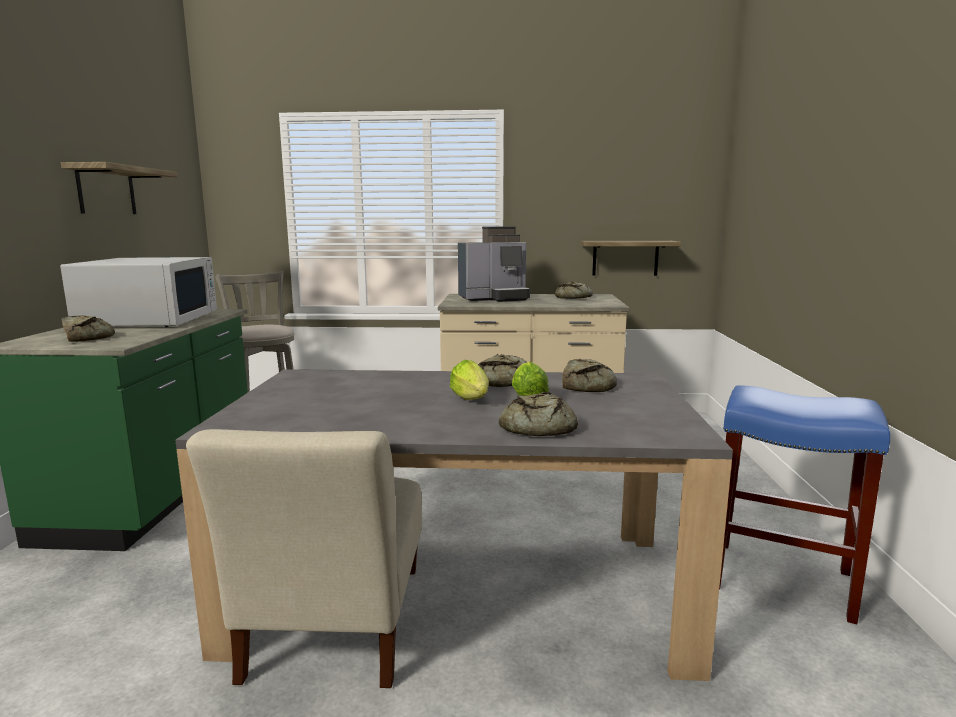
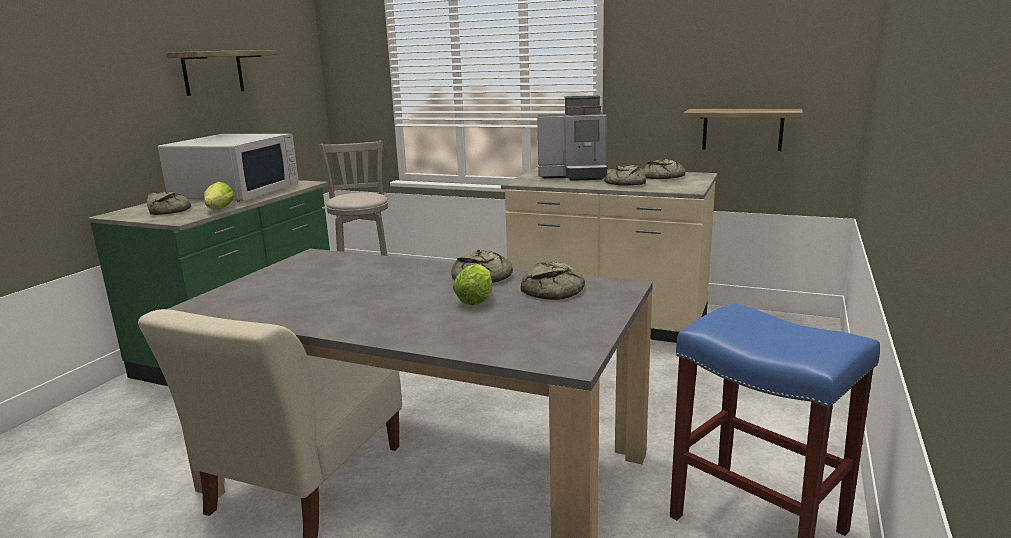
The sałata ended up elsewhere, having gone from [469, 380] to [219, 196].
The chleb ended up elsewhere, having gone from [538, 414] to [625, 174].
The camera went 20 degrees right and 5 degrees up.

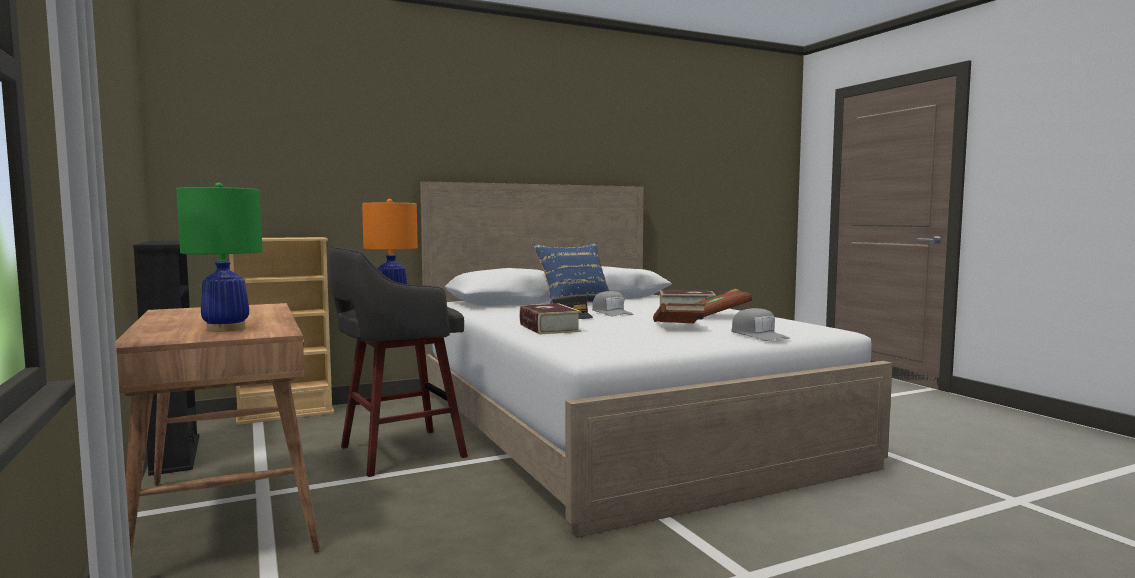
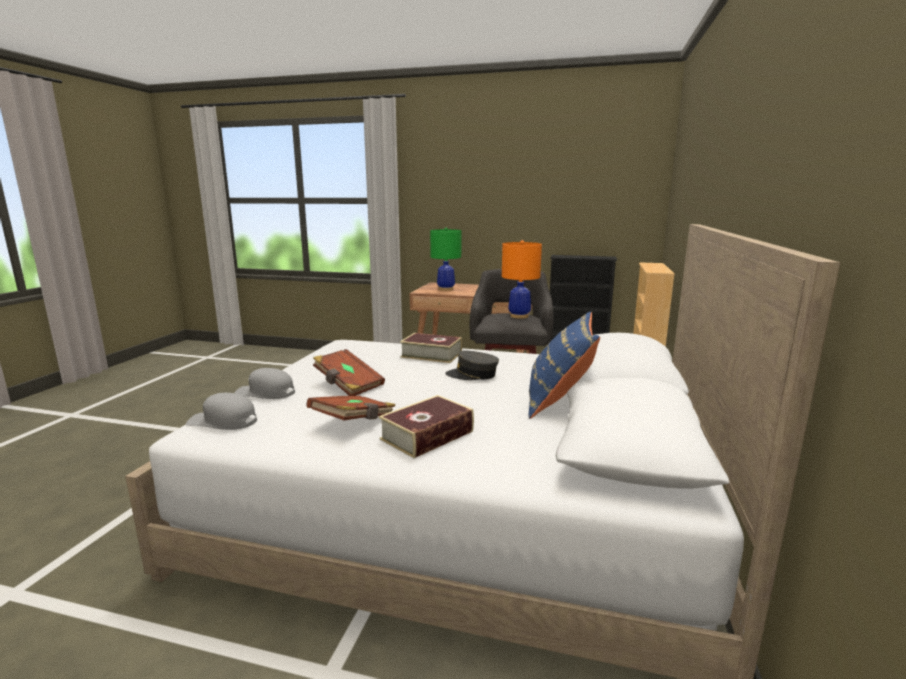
The czapka z daszkiem [szary] ended up elsewhere, having gone from [613, 303] to [221, 411].
The camera went 130 degrees right and 10 degrees up.

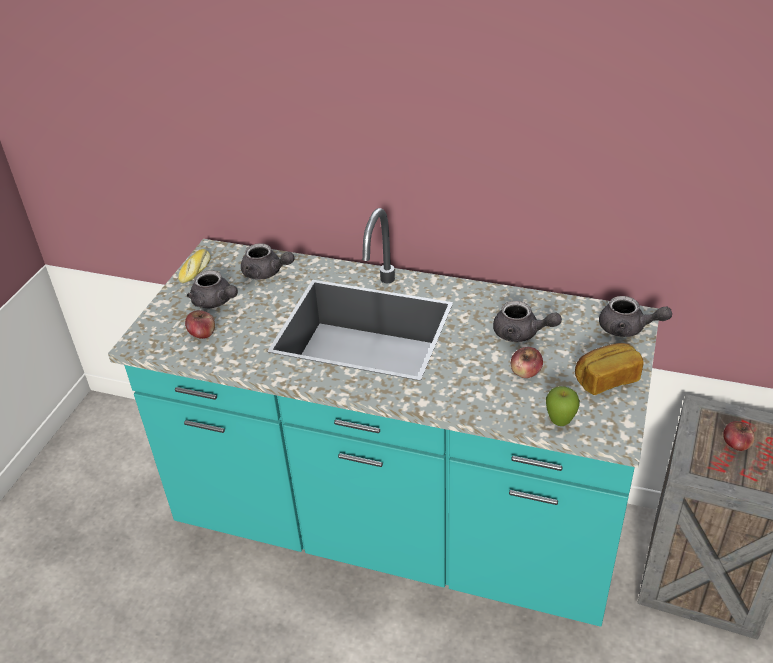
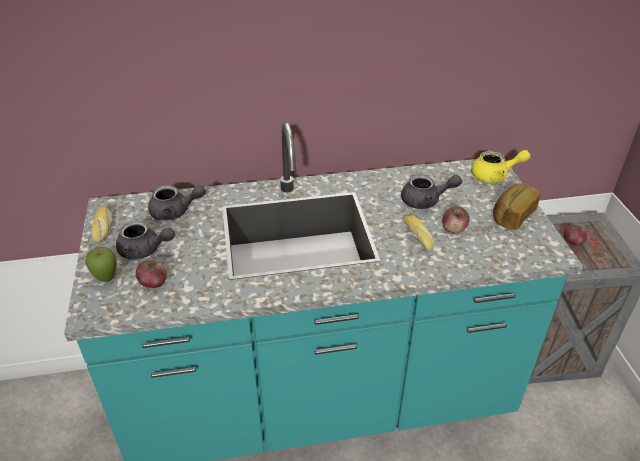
What was the imbryk [szary] at [635, 316] turned into the imbryk [żółty] at [501, 166].
The jabłko ended up elsewhere, having gone from [563, 406] to [101, 264].
The second view gained the chleb at [418, 233].
The camera went 30 degrees left and 0 degrees up.

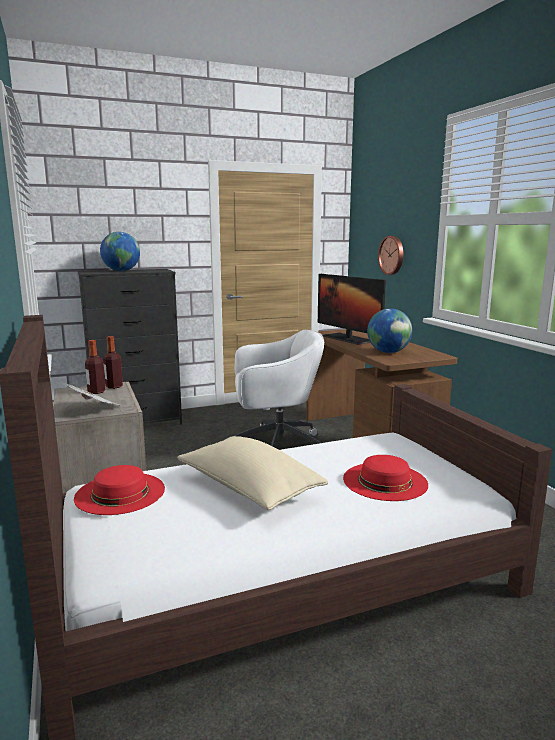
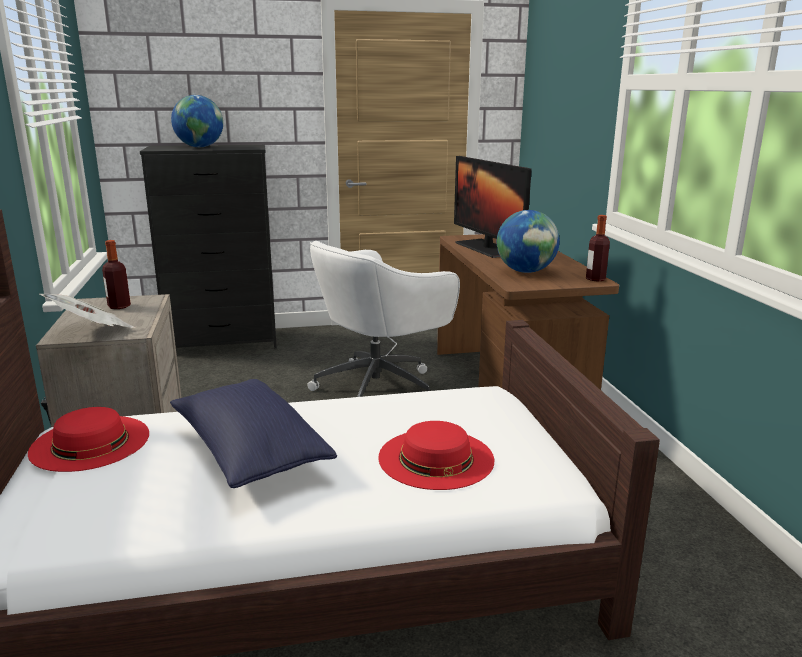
The second view lost the zegar ścienny at [390, 255].
The krzesło biurowe [biały] at [279, 388] ended up facing another way, 135 degrees clockwise from before.
The butelka ended up elsewhere, having gone from [113, 362] to [598, 248].
What was the poduszka [beżowy] at [252, 473] turned into the poduszka [niebieski] at [253, 433].
The camera went 10 degrees right and 5 degrees up.

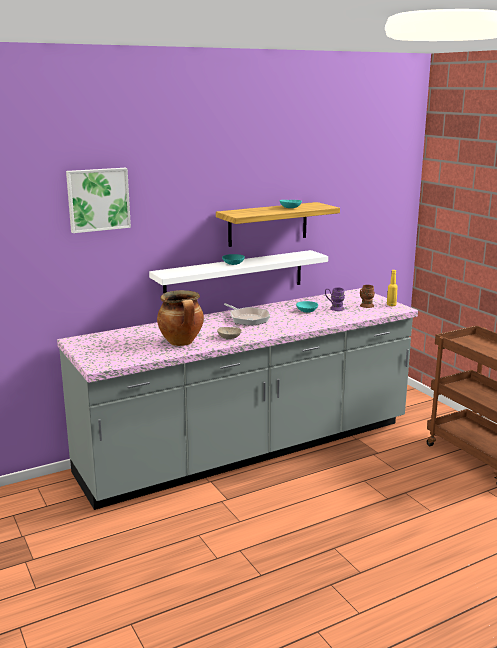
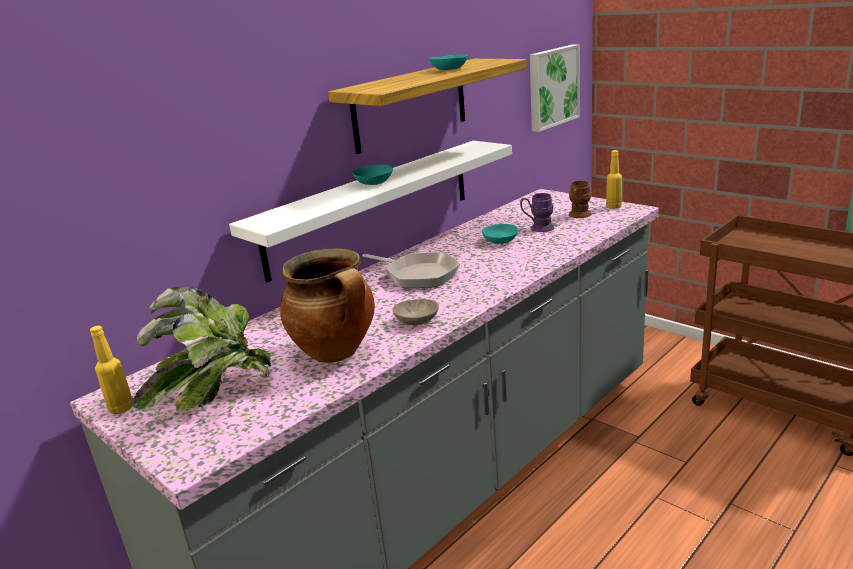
The obraz ended up elsewhere, having gone from [98, 200] to [555, 88].
The second view gained the roślina doniczkowa at [201, 349].
The second view gained the butelka [żółty] at [111, 370].
The camera went 15 degrees left and 5 degrees up.

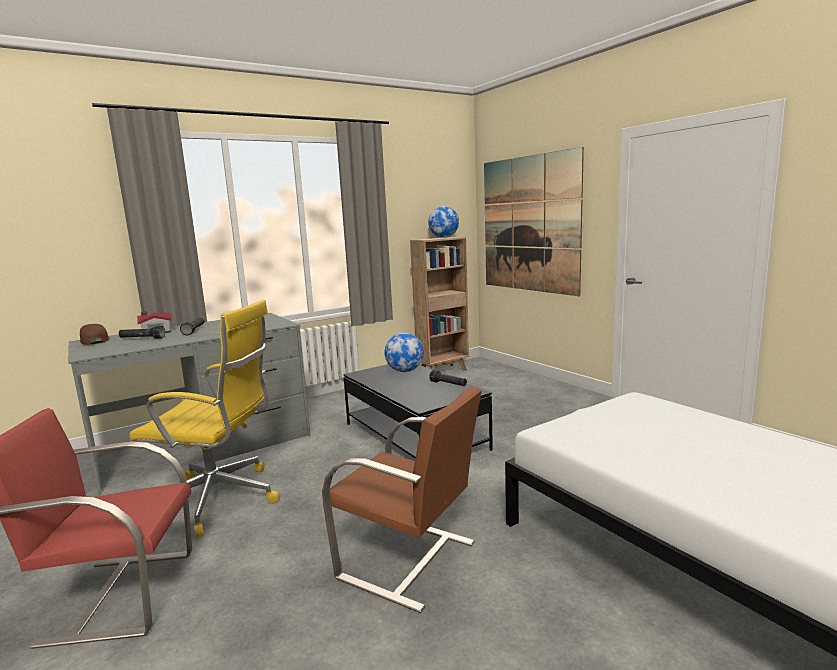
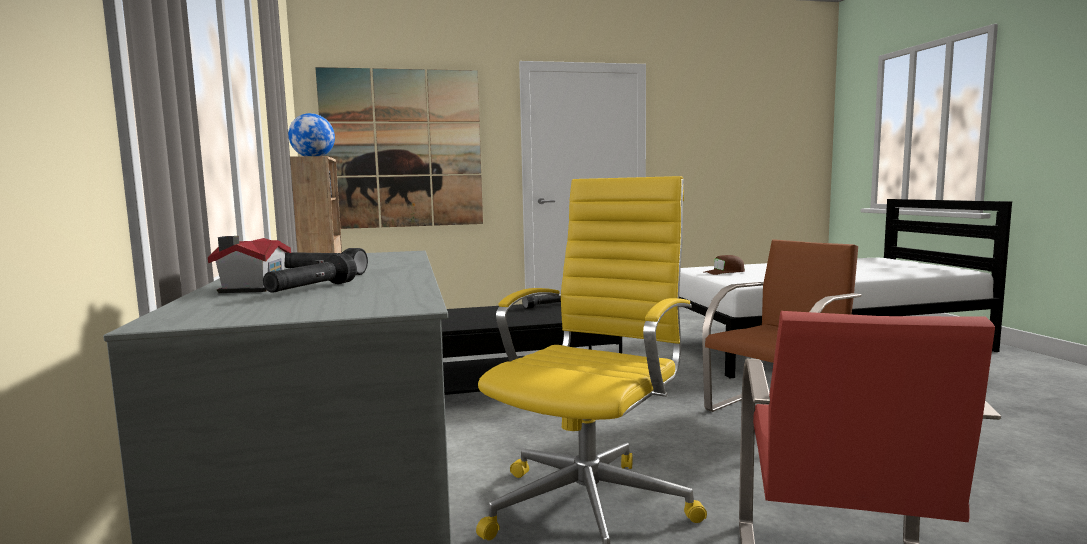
The czapka z daszkiem [brązowy] ended up elsewhere, having gone from [94, 334] to [725, 265].
The second view lost the globus at [404, 352].
The camera went 70 degrees left and 5 degrees down.

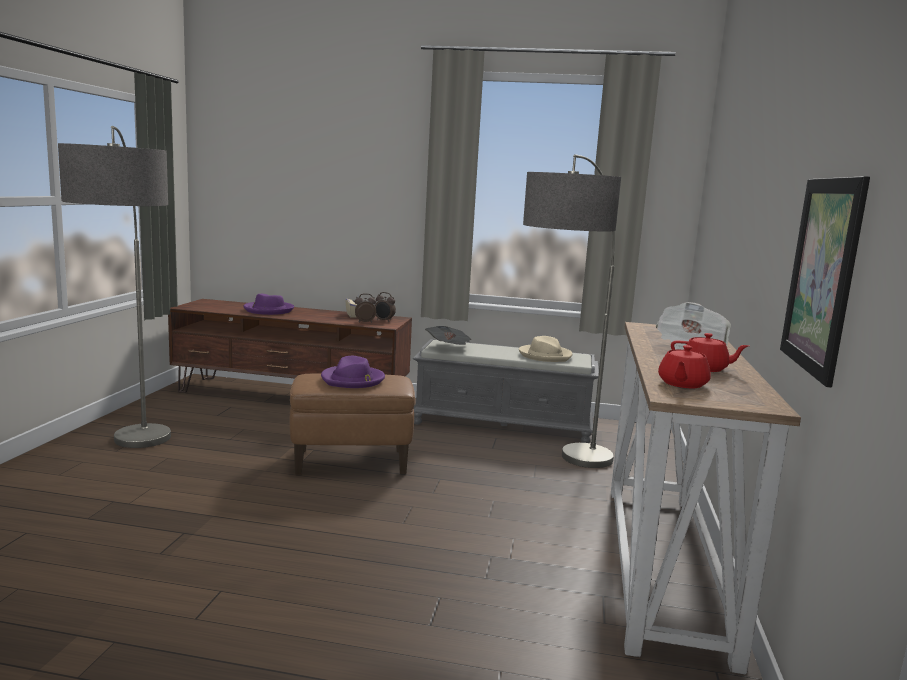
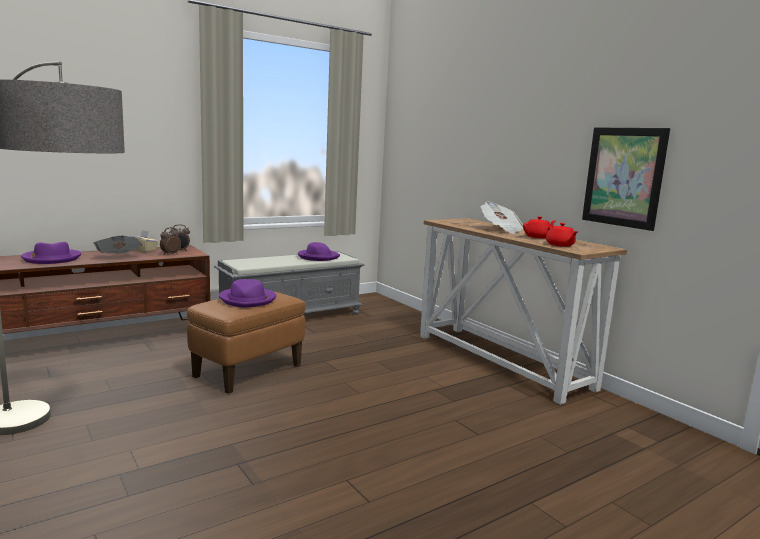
The second view lost the lampa stojąca at [572, 311].
The gazeta ended up elsewhere, having gone from [448, 335] to [118, 244].
What was the kapelusz [beżowy] at [545, 349] turned into the kapelusz [fioletowy] at [319, 251].
The camera went 45 degrees left and 0 degrees up.

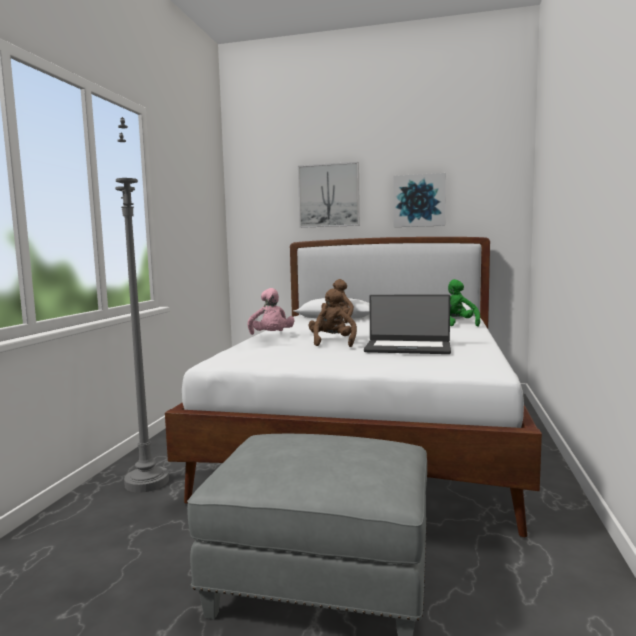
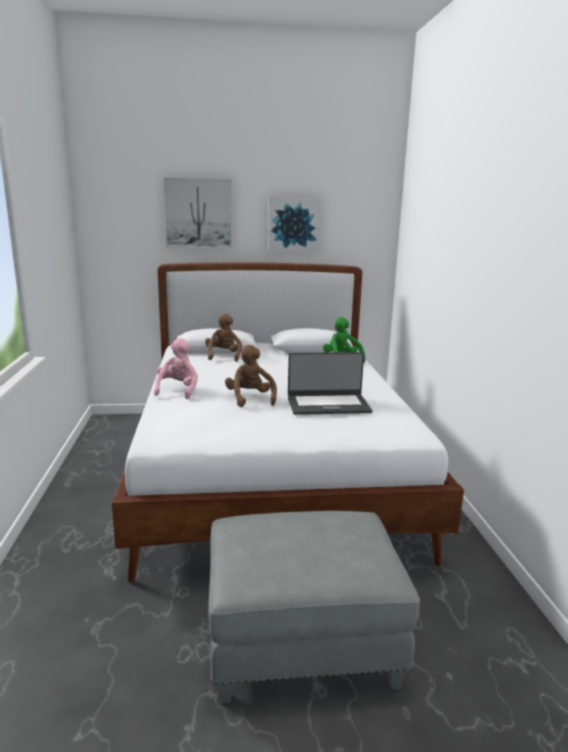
The second view lost the lampa stojąca [szary] at [142, 305].
The pluszak [różowy] at [271, 311] ended up facing another way, 135 degrees counterclockwise from before.
The camera went 20 degrees left and 10 degrees up.

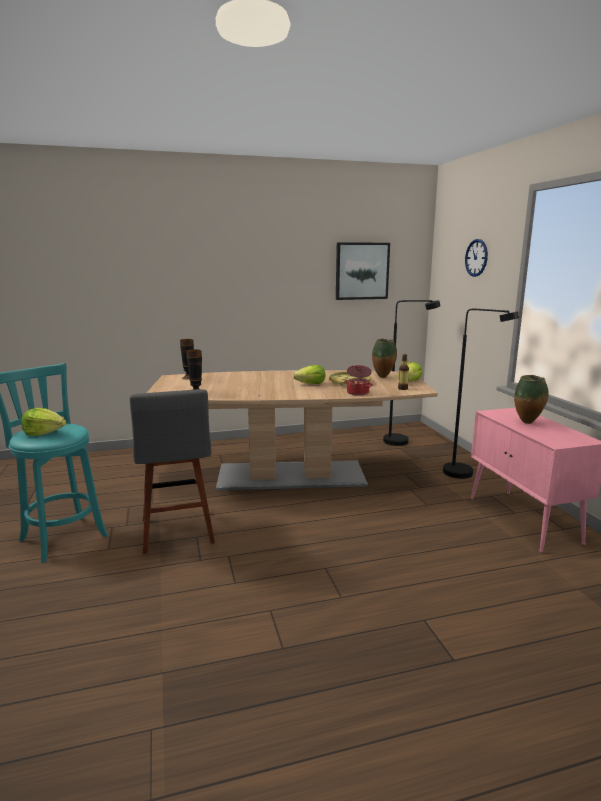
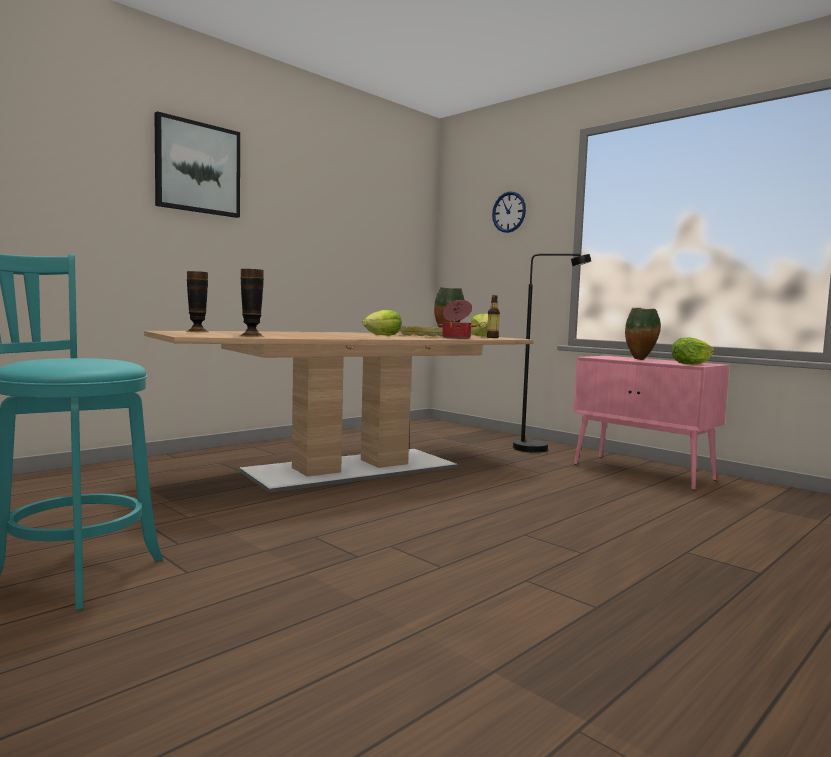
The obraz ended up elsewhere, having gone from [363, 271] to [197, 164].
The second view lost the lampa stojąca [czarny] at [411, 373].
The second view lost the stołek [szary] at [172, 471].
The sałata ended up elsewhere, having gone from [43, 422] to [692, 351].
The camera went 30 degrees left and 10 degrees down.

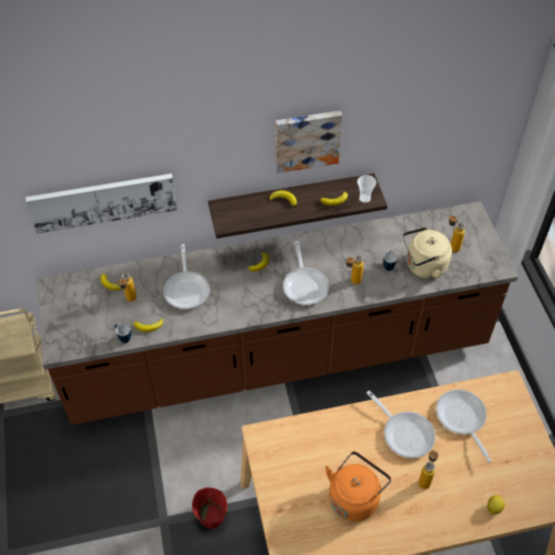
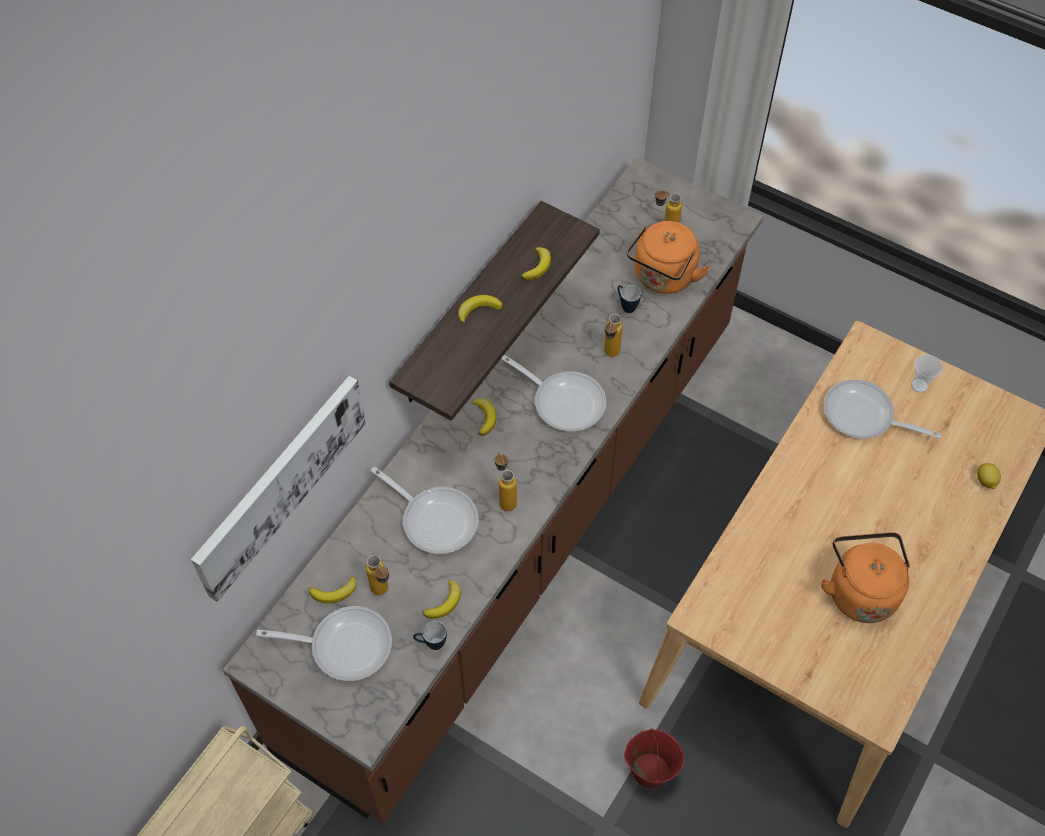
The second view lost the obraz at [308, 142].
The filiżanka ended up elsewhere, having gone from [366, 189] to [927, 373].
What was the czajnik [beżowy] at [427, 253] turned into the czajnik [pomarańczowy] at [668, 257].
The patelnia ended up elsewhere, having gone from [401, 424] to [324, 643].
The butelka ended up elsewhere, having gone from [428, 469] to [506, 481].
The camera went 45 degrees left and 5 degrees up.

